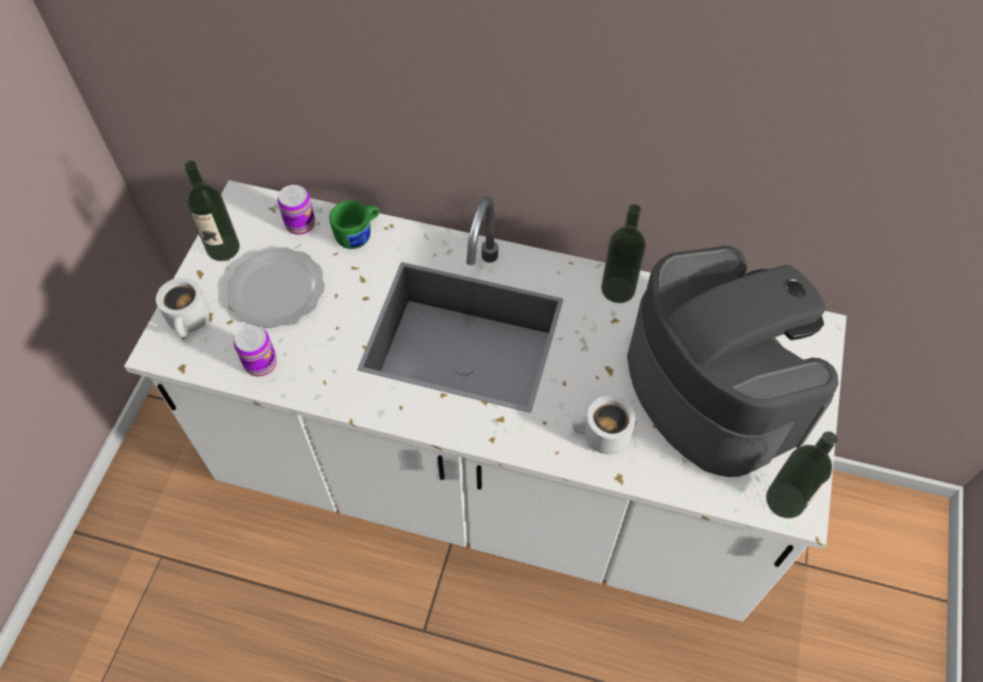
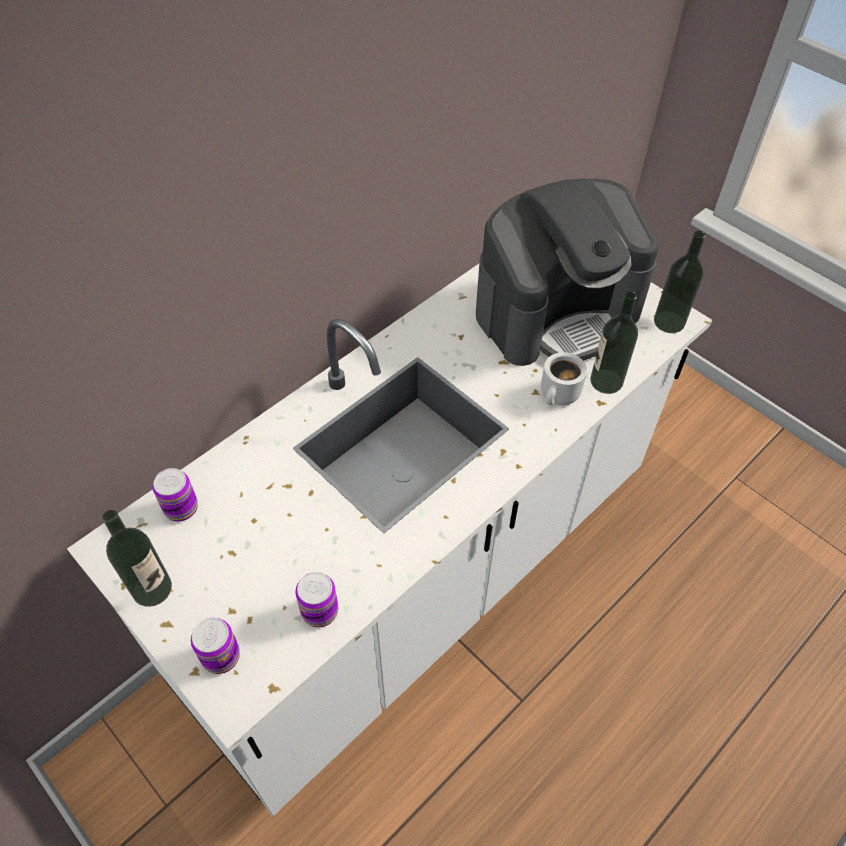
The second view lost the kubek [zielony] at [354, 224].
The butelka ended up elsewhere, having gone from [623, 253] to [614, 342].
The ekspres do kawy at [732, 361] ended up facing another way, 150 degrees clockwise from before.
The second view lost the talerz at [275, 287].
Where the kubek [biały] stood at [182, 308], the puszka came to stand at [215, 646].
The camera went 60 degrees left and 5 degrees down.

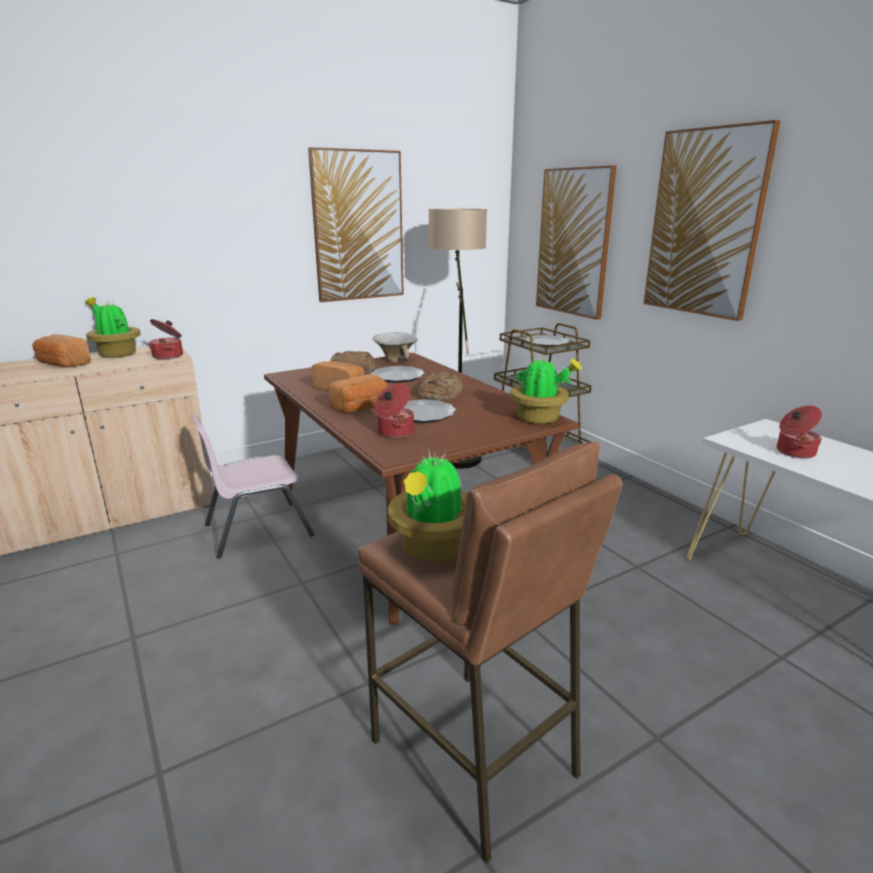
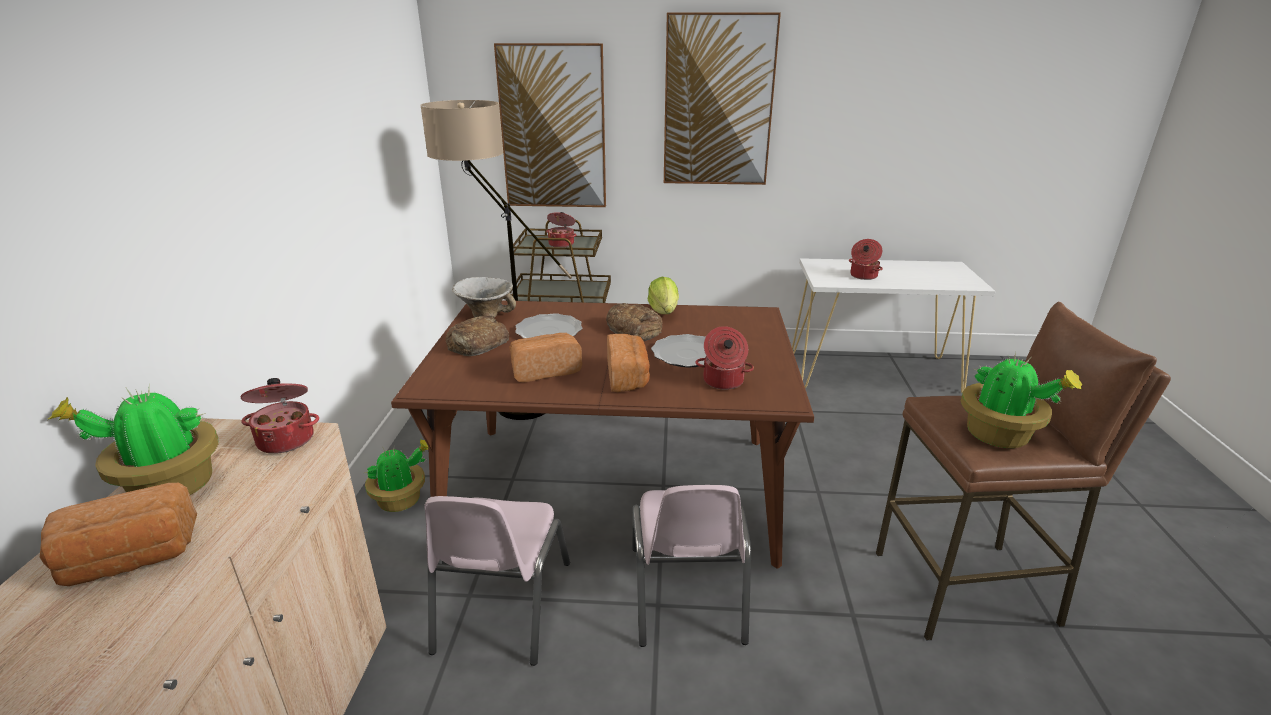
The second view lost the obraz at [356, 224].
Where the talerz stood at [547, 341], the garnek came to stand at [561, 229].
The roślina doniczkowa ended up elsewhere, having gone from [546, 390] to [397, 476].
The second view gained the sałata at [663, 295].
The second view gained the krzesło [różowy] at [691, 566].
The camera went 55 degrees left and 5 degrees up.

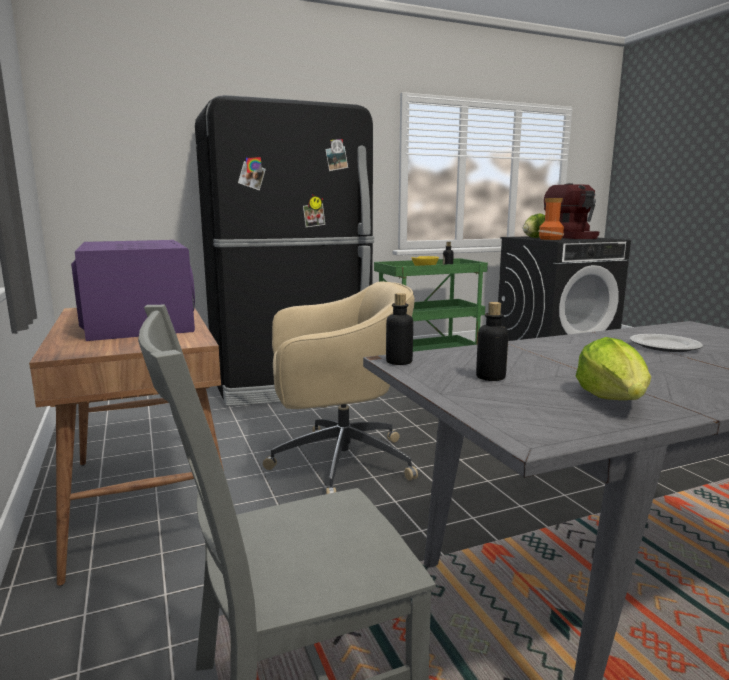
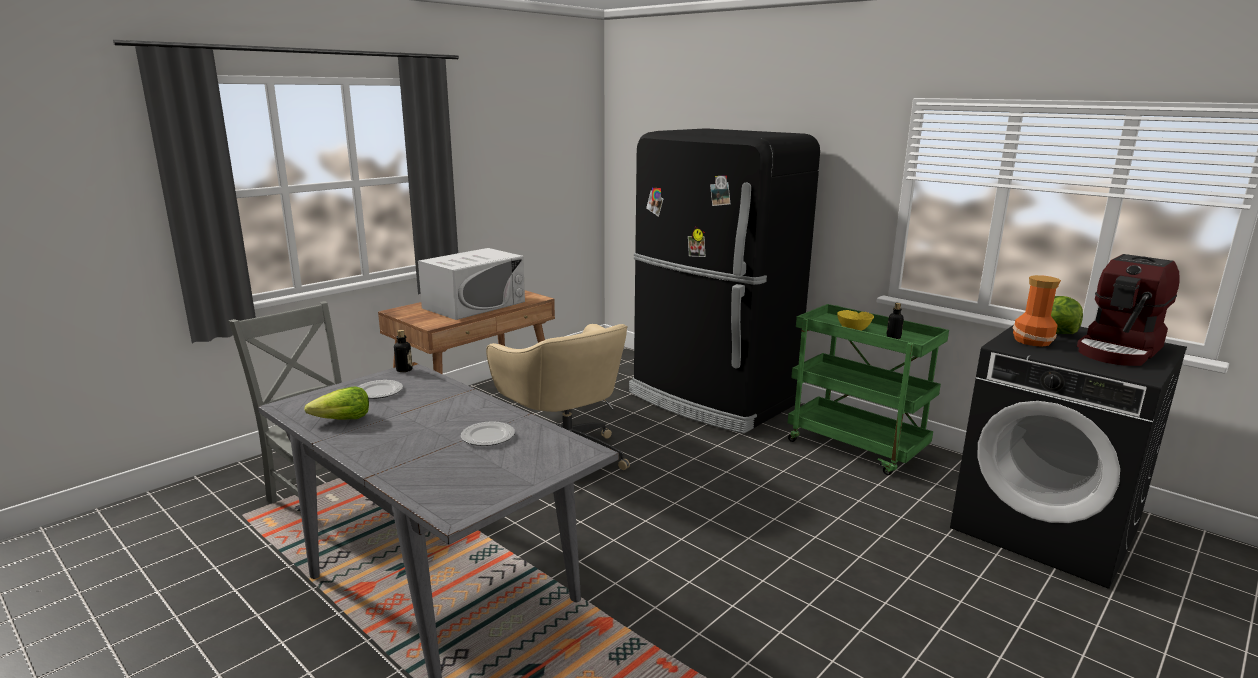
What was the mikrofalówka [fioletowy] at [133, 290] turned into the mikrofalówka [biały] at [471, 284].
Where the butelka stood at [492, 341], the talerz came to stand at [380, 389].
The camera went 65 degrees right and 5 degrees up.

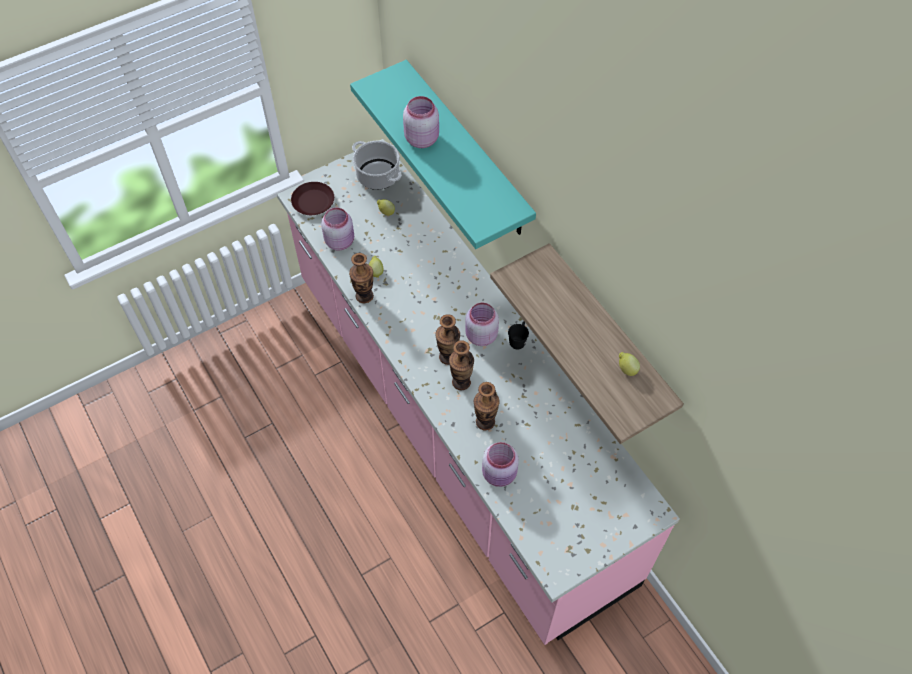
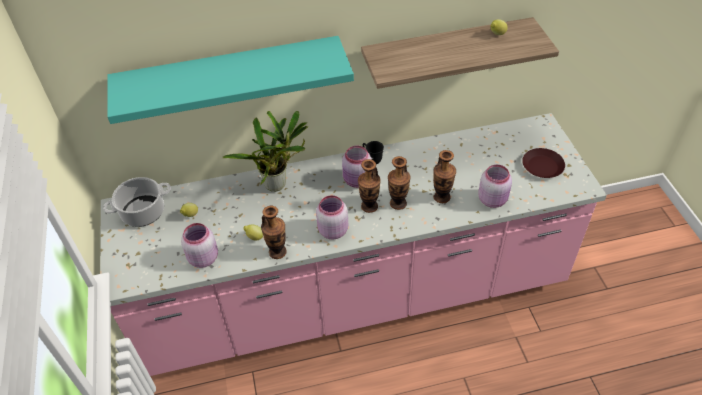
The słoik [różowy] ended up elsewhere, having gone from [421, 122] to [332, 217].
The talerz [brązowy] ended up elsewhere, having gone from [312, 198] to [543, 163].
The second view gained the roślina doniczkowa at [265, 151].
The camera went 70 degrees left and 10 degrees down.

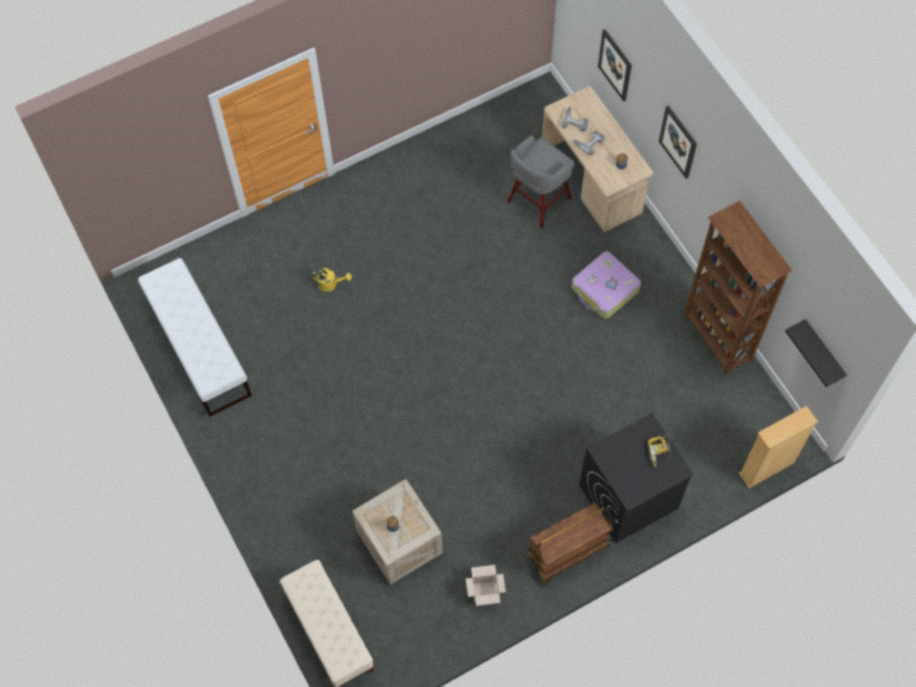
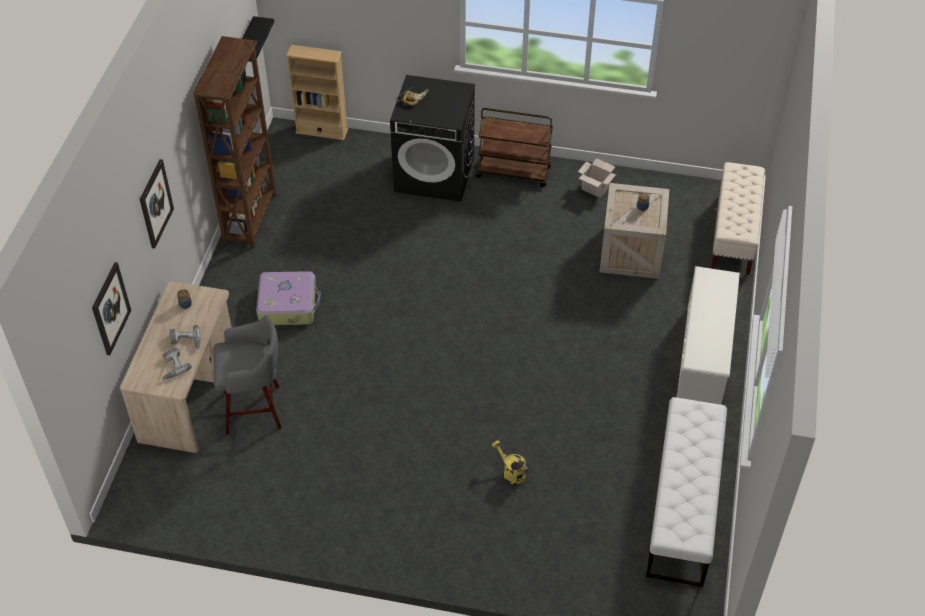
The second view gained the regał na buty [biały] at [708, 335].
The camera went 140 degrees left and 15 degrees down.

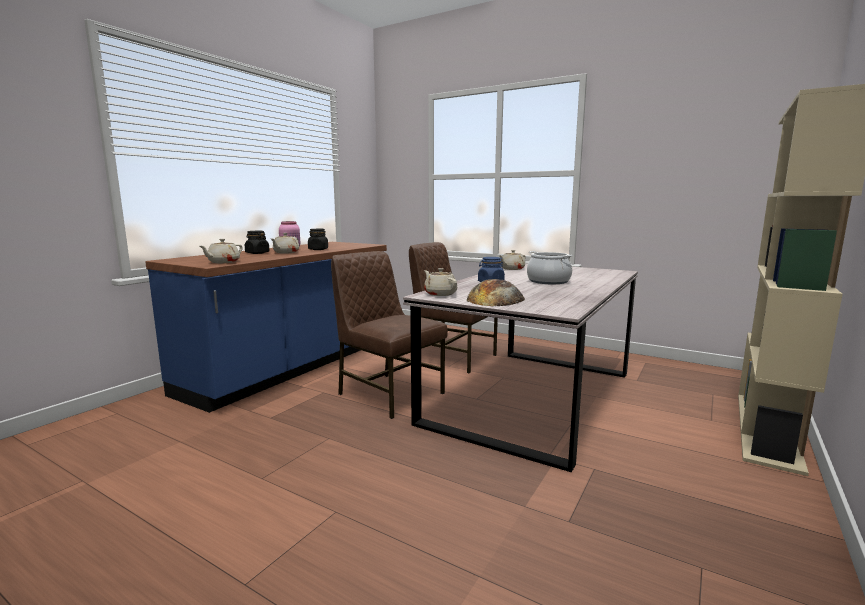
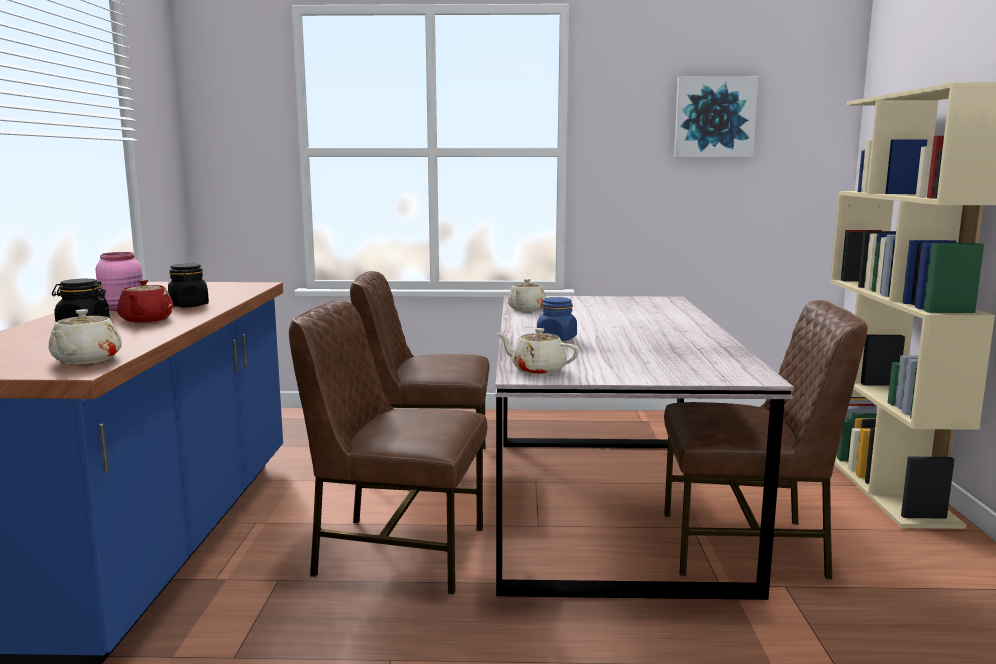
What was the imbryk [beżowy] at [285, 243] turned into the imbryk [czerwony] at [145, 301].
The second view lost the garnek at [550, 267].
The second view lost the chleb at [496, 293].
The second view gained the obraz at [716, 116].
The second view gained the krzesło [brązowy] at [766, 439].
The camera went 30 degrees left and 0 degrees up.

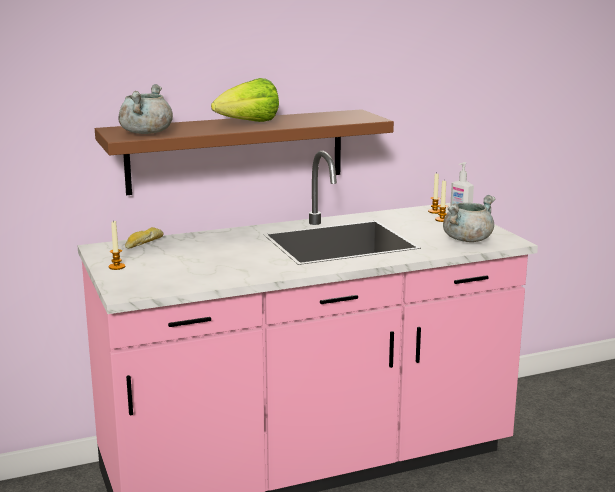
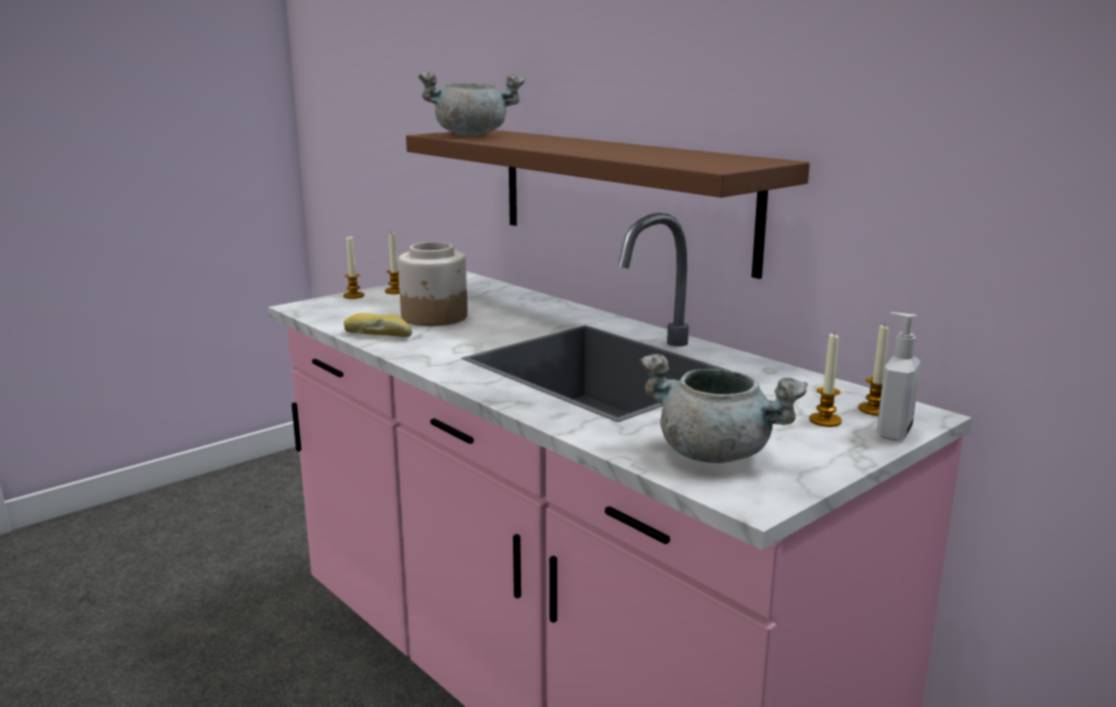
The second view lost the sałata at [245, 100].
The chleb ended up elsewhere, having gone from [144, 238] to [378, 325].
The second view gained the świeca at [353, 267].
The second view gained the słoik at [433, 284].
The camera went 70 degrees right and 0 degrees up.

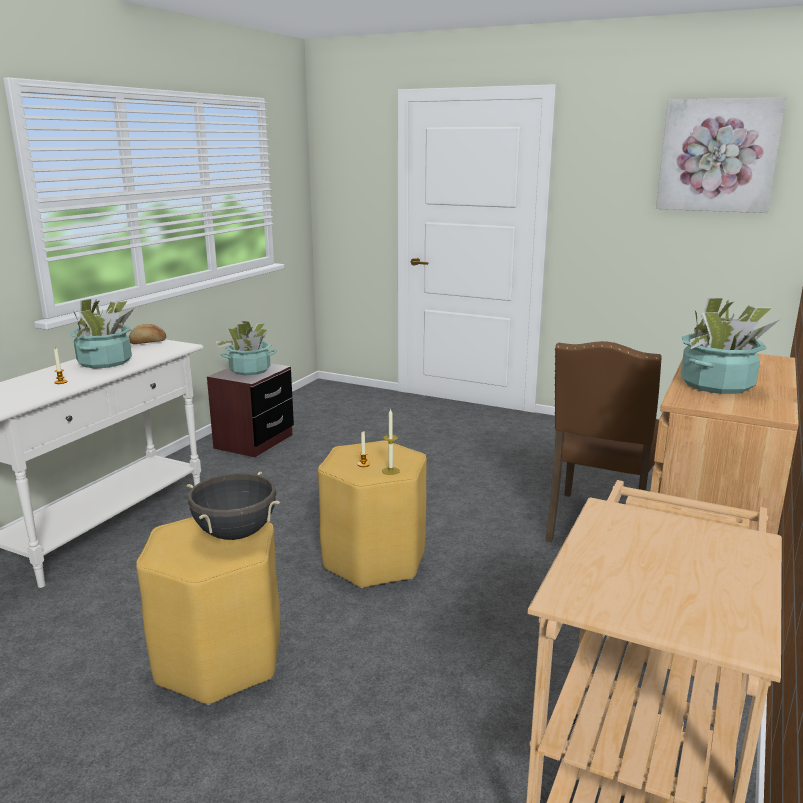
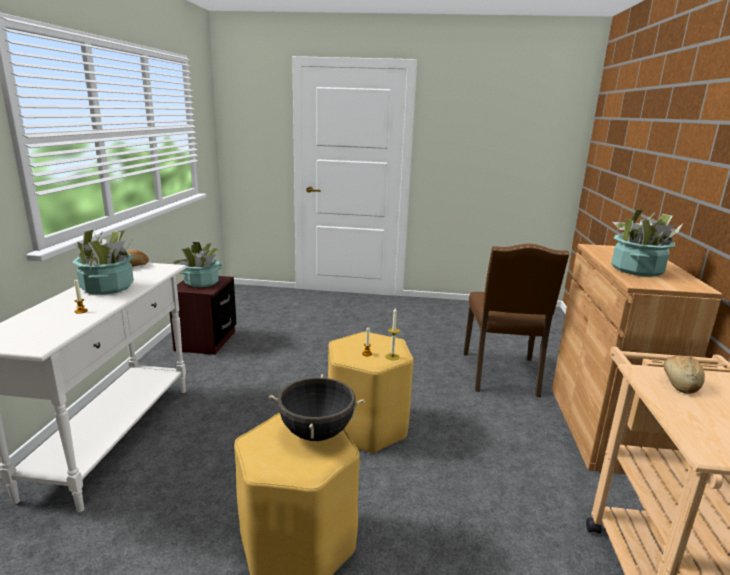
The second view lost the obraz at [721, 155].
The second view gained the chleb at [684, 375].
The camera went 20 degrees left and 0 degrees up.

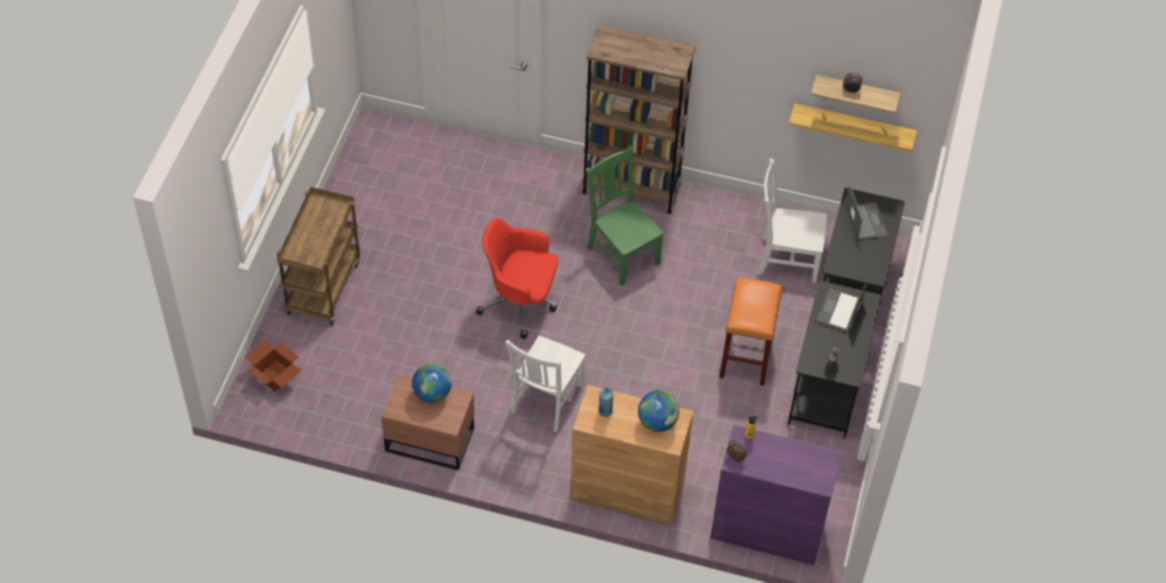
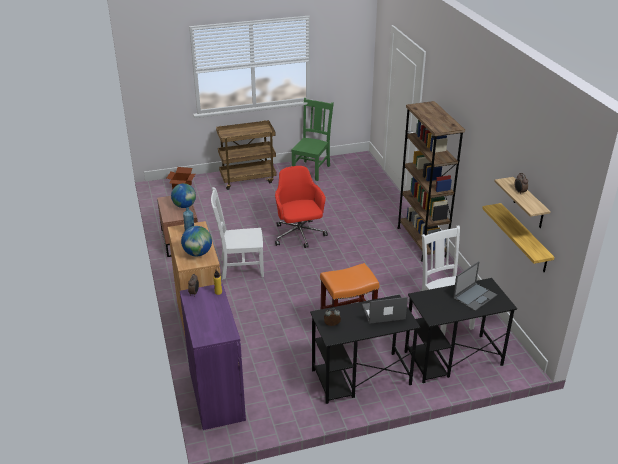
The krzesło [zielony] ended up elsewhere, having gone from [625, 216] to [312, 139].
The camera went 60 degrees right and 20 degrees down.

